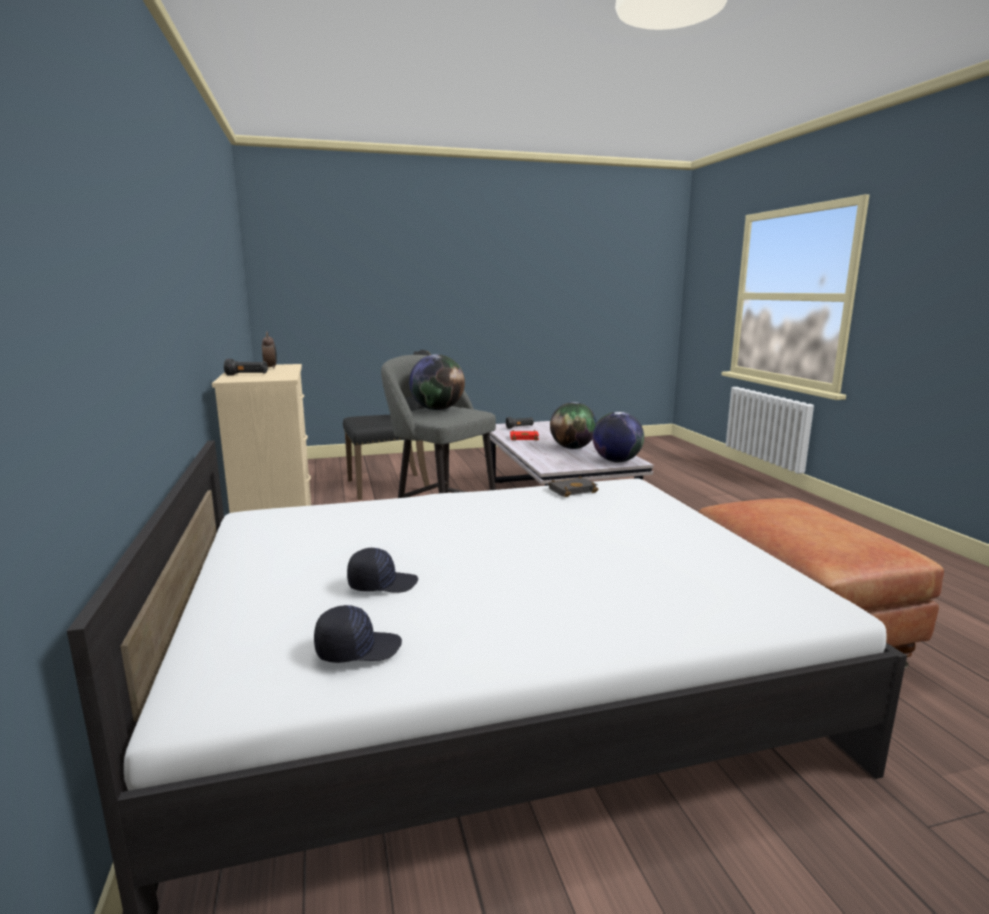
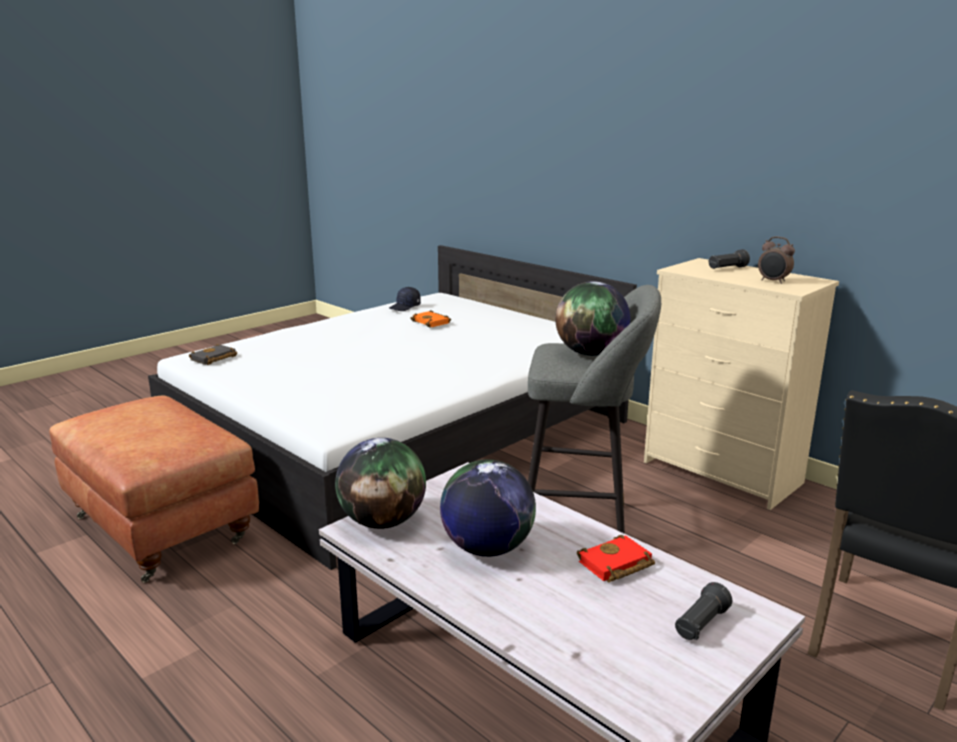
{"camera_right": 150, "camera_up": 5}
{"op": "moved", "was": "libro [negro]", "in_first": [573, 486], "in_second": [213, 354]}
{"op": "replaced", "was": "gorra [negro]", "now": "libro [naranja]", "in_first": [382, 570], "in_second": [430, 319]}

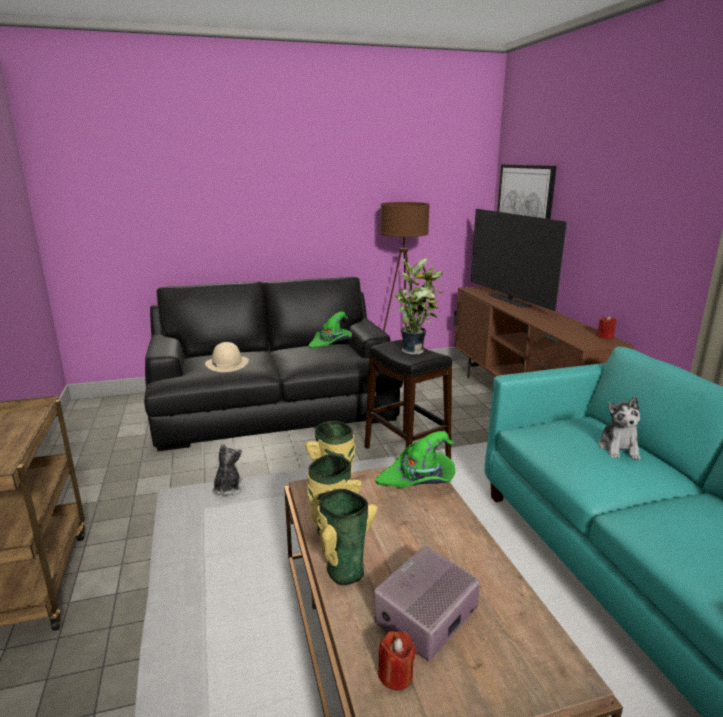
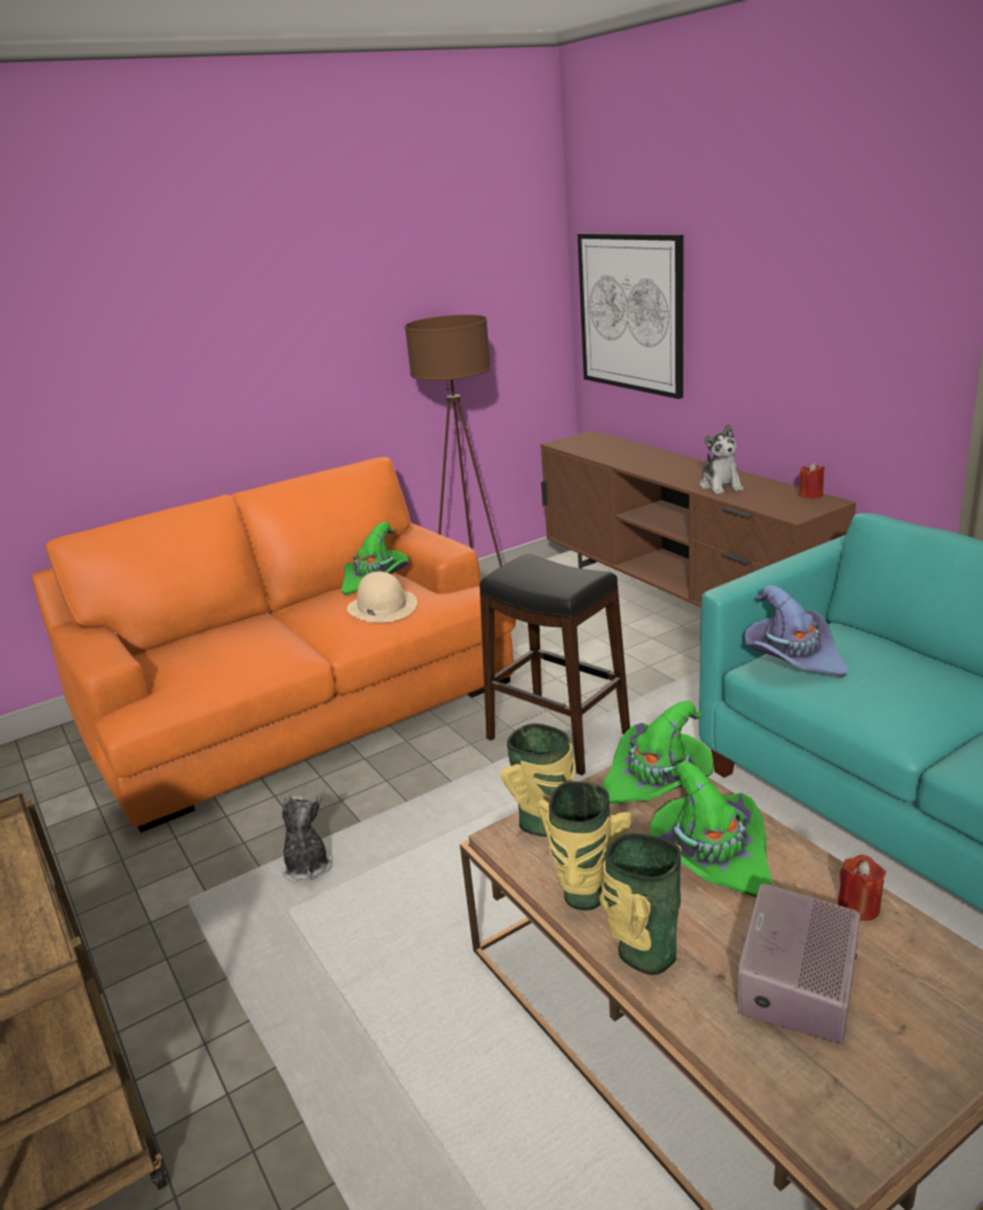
{"camera_right": -15, "camera_up": 5}
{"op": "recoloured", "was": "sofá [negro]", "now": "sofá [naranja]", "in_first": [273, 364], "in_second": [274, 645]}
{"op": "moved", "was": "sombrero [beis]", "in_first": [227, 357], "in_second": [382, 597]}
{"op": "added", "now": "sombrero [verde]", "in_second": [710, 829]}
{"op": "moved", "was": "peluche", "in_first": [619, 428], "in_second": [721, 459]}
{"op": "added", "now": "sombrero [morado]", "in_second": [796, 631]}
{"op": "moved", "was": "vela [rojo]", "in_first": [397, 660], "in_second": [862, 888]}
{"op": "removed", "was": "planta en maceta", "in_first": [418, 306]}
{"op": "removed", "was": "televisor", "in_first": [519, 260]}

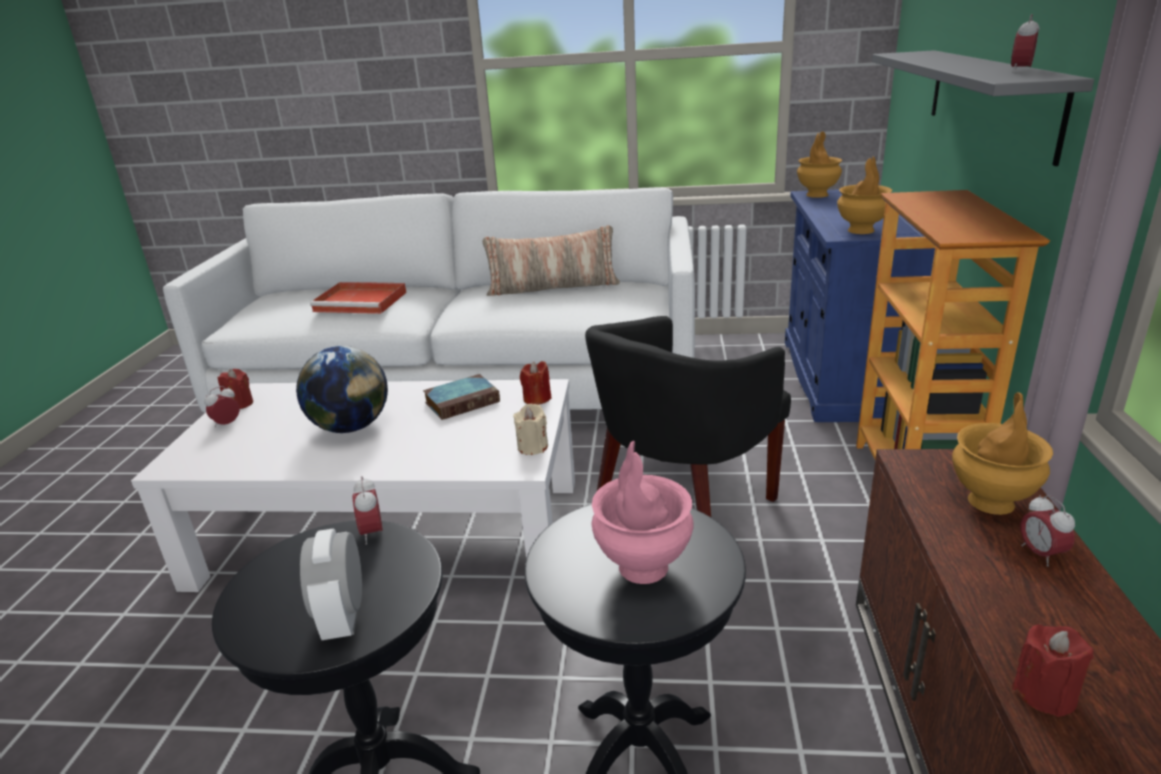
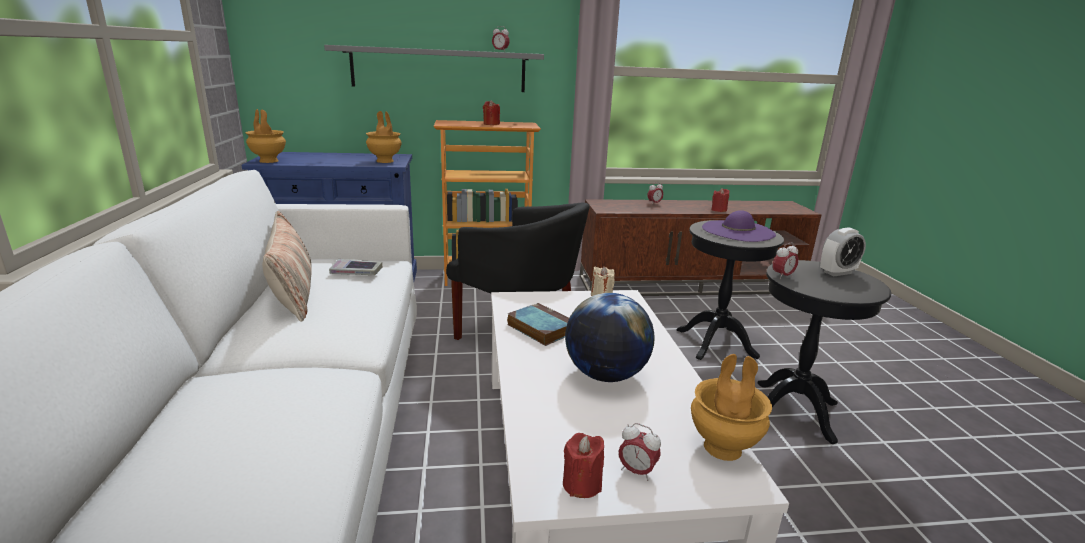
{"camera_right": -105, "camera_up": -5}
{"op": "added", "now": "libro", "in_second": [355, 267]}
{"op": "moved", "was": "vela [rojo]", "in_first": [536, 383], "in_second": [491, 112]}
{"op": "moved", "was": "florero [marrón]", "in_first": [1002, 453], "in_second": [731, 407]}
{"op": "replaced", "was": "florero [rosa]", "now": "sombrero [morado]", "in_first": [642, 512], "in_second": [739, 226]}
{"op": "removed", "was": "bandeja [rojo]", "in_first": [358, 298]}

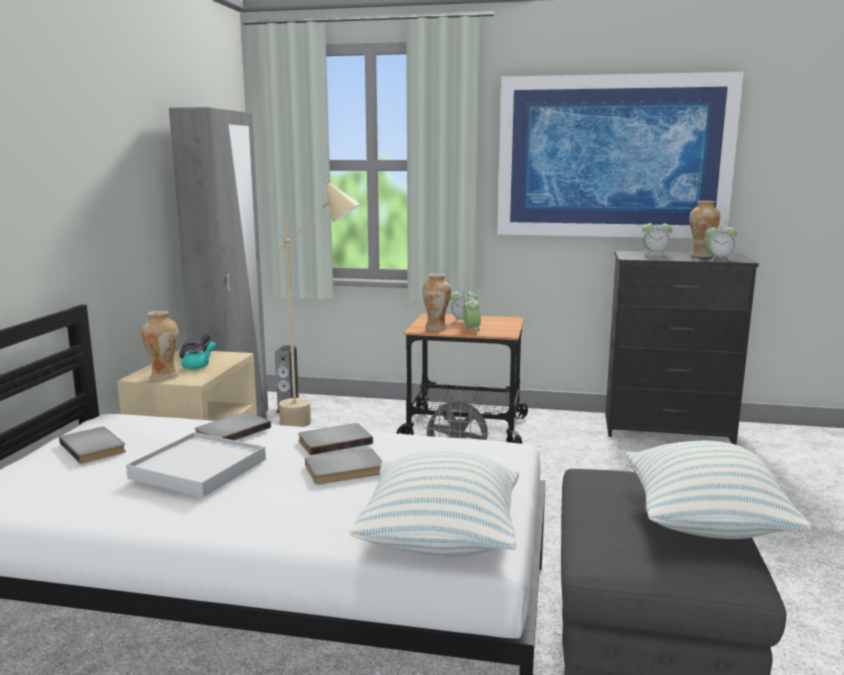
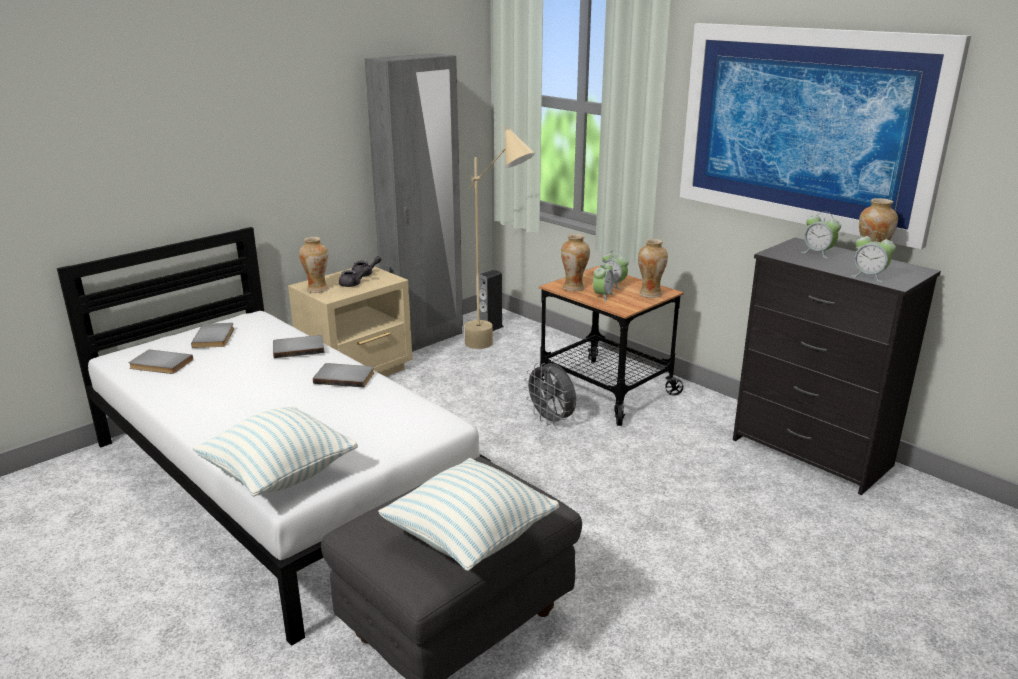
{"camera_right": 35, "camera_up": 10}
{"op": "moved", "was": "libro [gris]", "in_first": [344, 466], "in_second": [161, 362]}
{"op": "recoloured", "was": "tetera [turquesa]", "now": "tetera [gris]", "in_first": [198, 355], "in_second": [355, 276]}
{"op": "added", "now": "florero", "in_second": [653, 268]}
{"op": "removed", "was": "bandeja [blanco]", "in_first": [196, 464]}

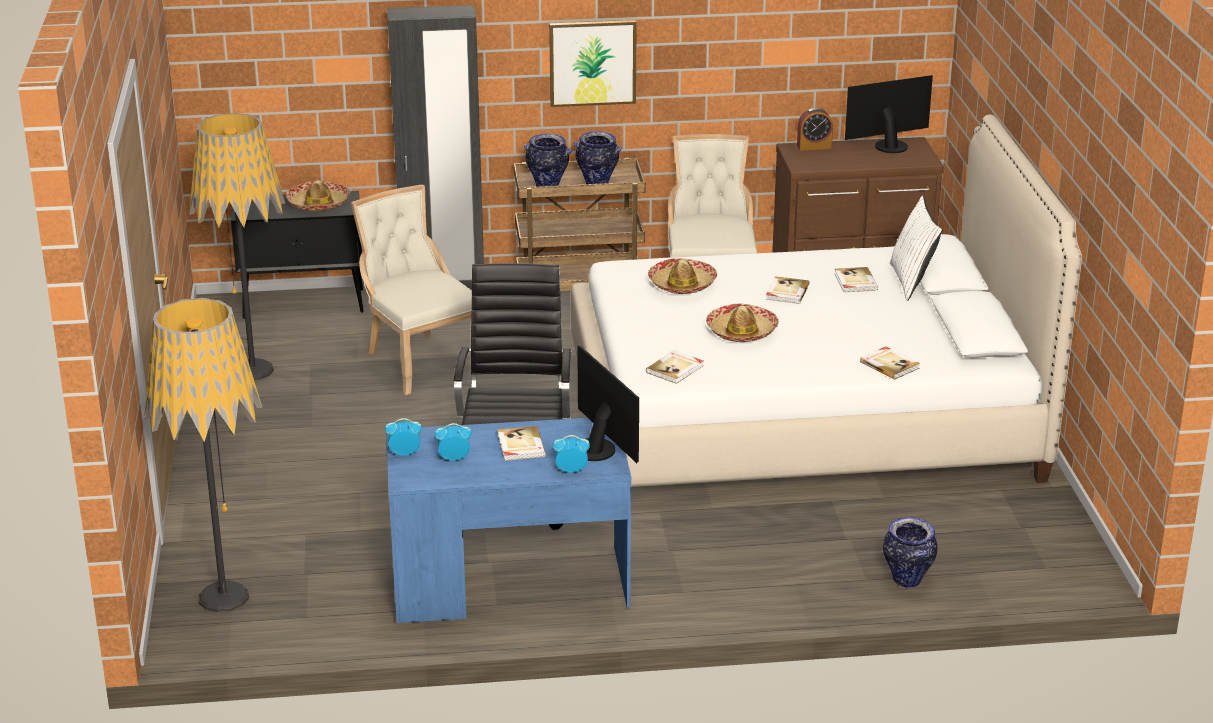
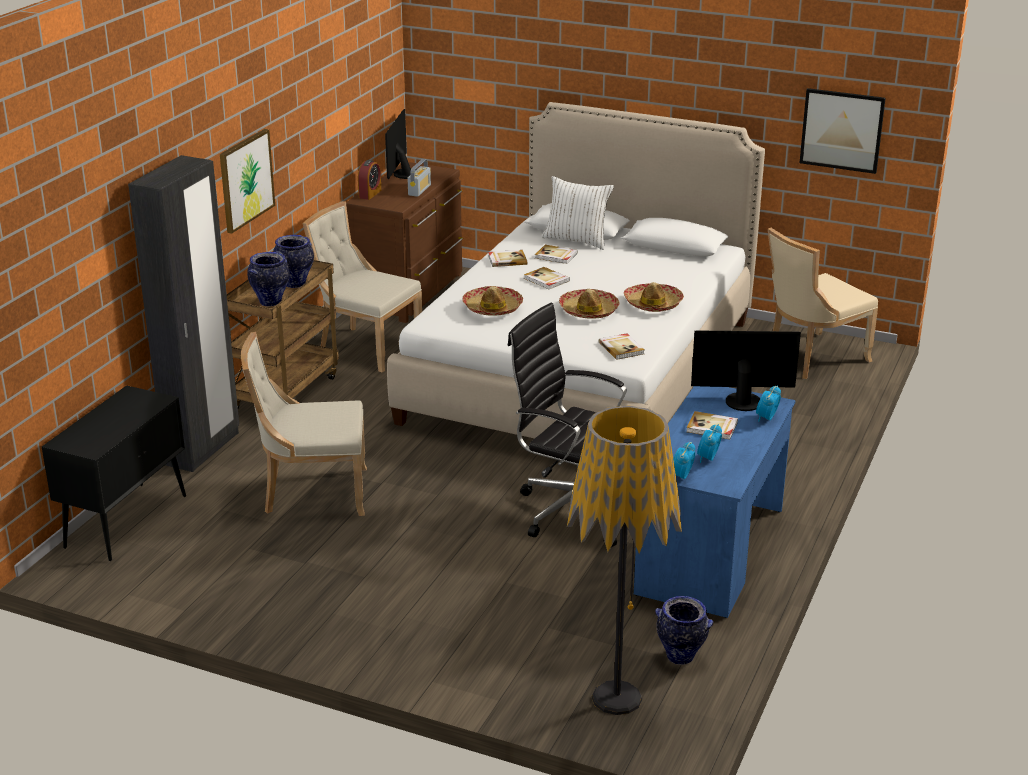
{"camera_right": -60, "camera_up": 0}
{"op": "added", "now": "radio", "in_second": [419, 178]}
{"op": "moved", "was": "libro", "in_first": [890, 363], "in_second": [507, 258]}
{"op": "moved", "was": "sombrero", "in_first": [318, 195], "in_second": [654, 297]}
{"op": "moved", "was": "florero", "in_first": [910, 552], "in_second": [684, 630]}
{"op": "added", "now": "silla [beis]", "in_second": [823, 303]}
{"op": "added", "now": "cuadro", "in_second": [843, 131]}
{"op": "removed", "was": "lámpara de pie", "in_first": [237, 246]}

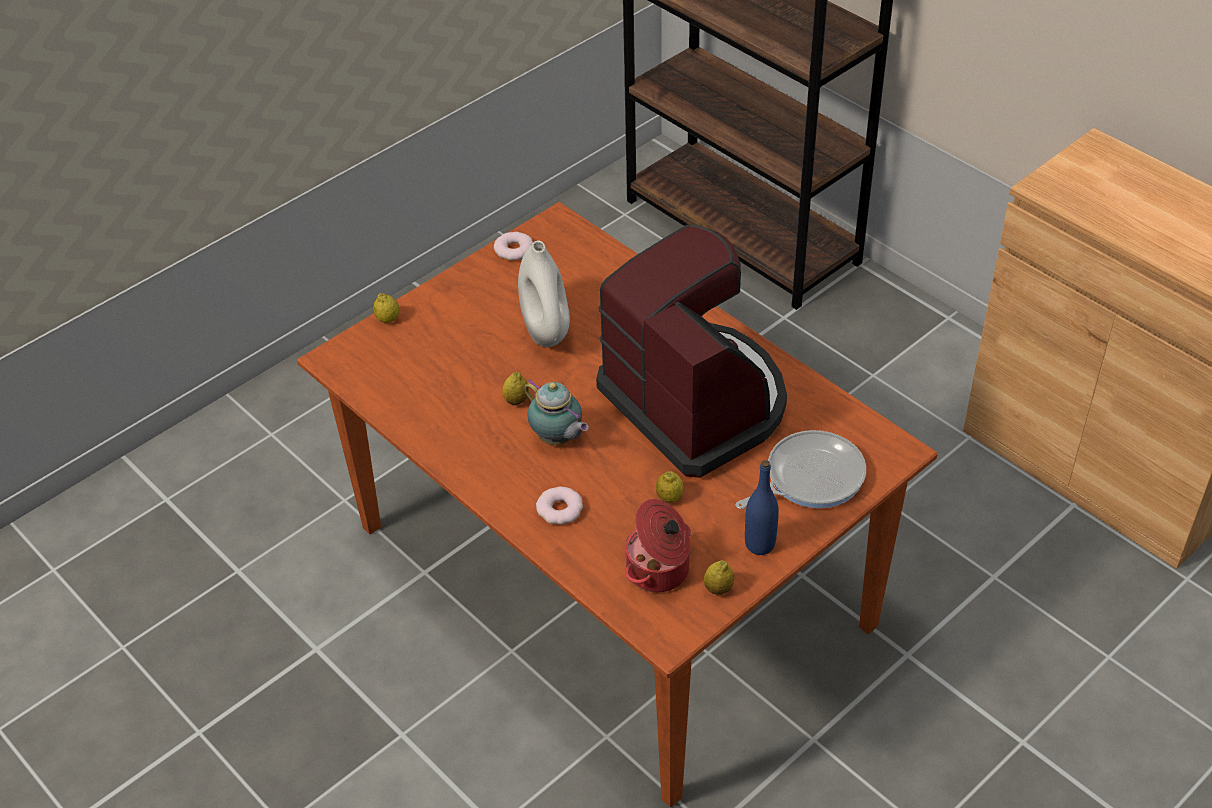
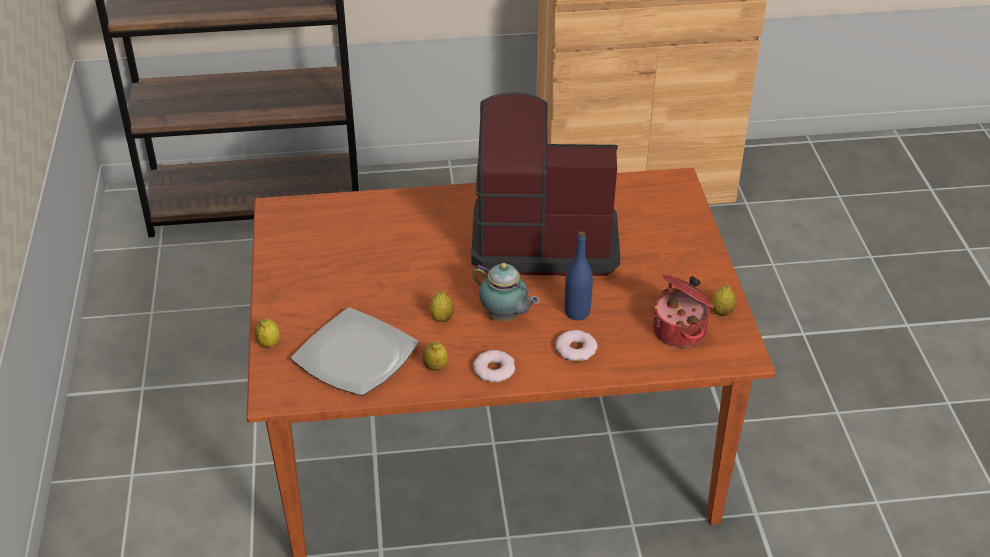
{"camera_right": -55, "camera_up": -5}
{"op": "added", "now": "plato", "in_second": [355, 351]}
{"op": "moved", "was": "limón", "in_first": [669, 487], "in_second": [435, 356]}
{"op": "turned", "was": "tetera", "in_first": [556, 412], "in_second": [505, 292], "clockwise": 45}
{"op": "moved", "was": "rosquilla", "in_first": [513, 246], "in_second": [494, 366]}
{"op": "moved", "was": "botella [azul]", "in_first": [762, 507], "in_second": [579, 275]}
{"op": "removed", "was": "florero [blanco]", "in_first": [544, 293]}
{"op": "removed", "was": "sartén", "in_first": [801, 469]}

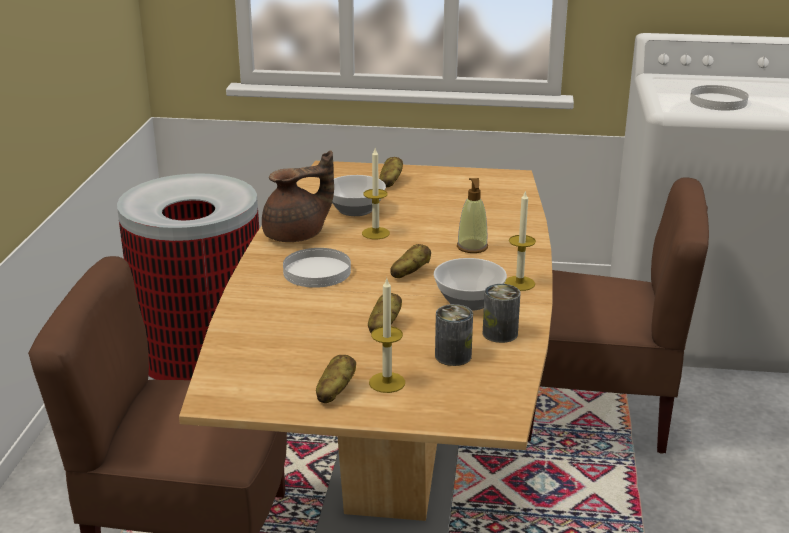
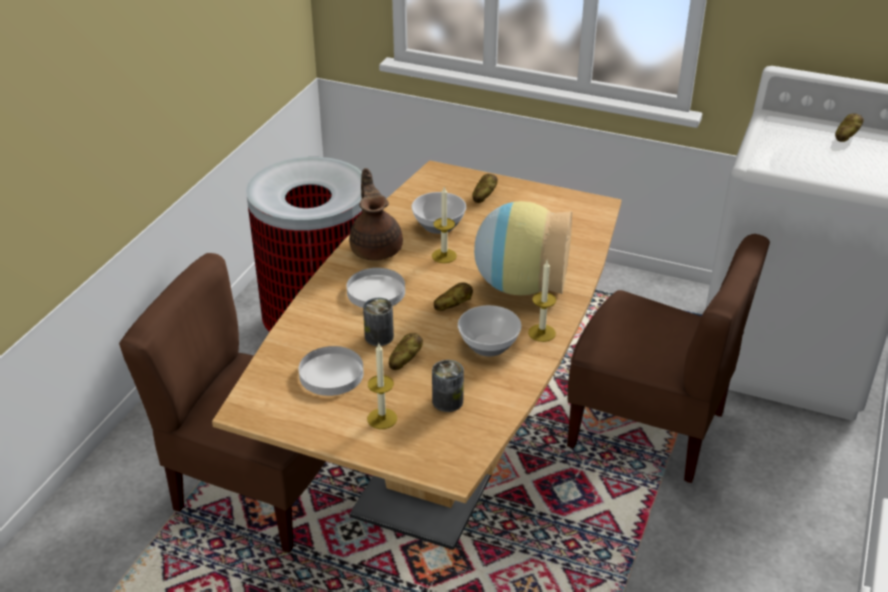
{"camera_right": 15, "camera_up": 10}
{"op": "moved", "was": "plato [blanco]", "in_first": [719, 97], "in_second": [331, 371]}
{"op": "turned", "was": "tetera [marrón]", "in_first": [298, 196], "in_second": [376, 214], "clockwise": -90}
{"op": "moved", "was": "lata", "in_first": [501, 313], "in_second": [378, 322]}
{"op": "replaced", "was": "dispensador de jabón", "now": "florero", "in_first": [472, 215], "in_second": [523, 248]}
{"op": "moved", "was": "patata", "in_first": [336, 379], "in_second": [849, 127]}

